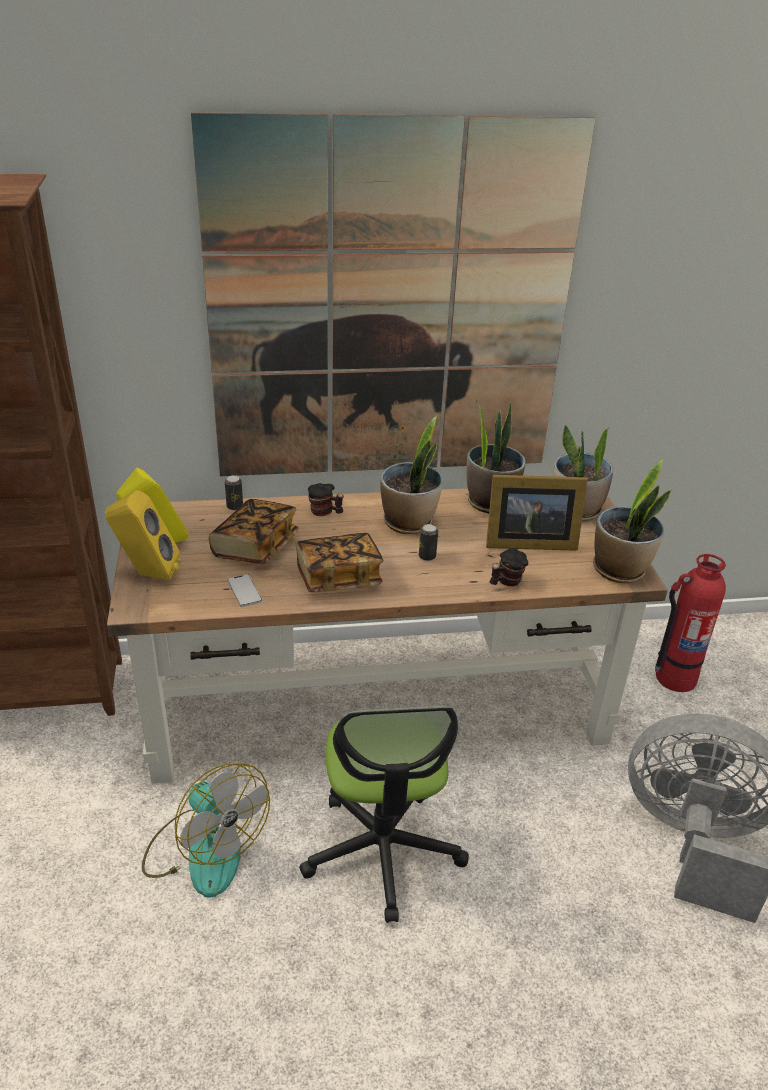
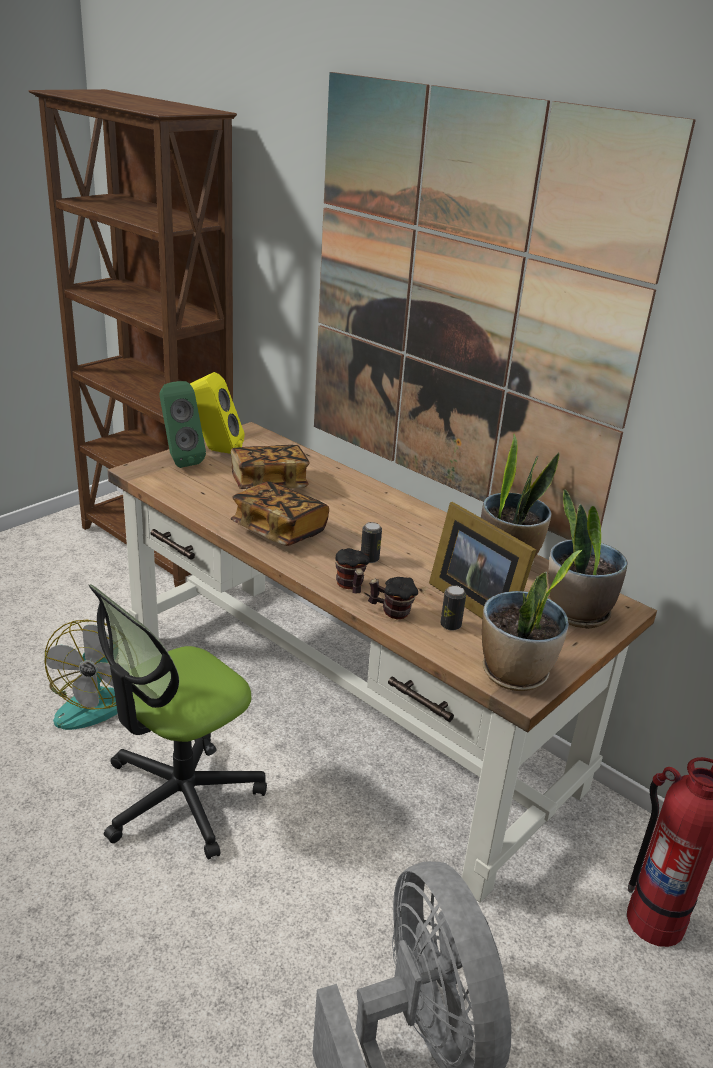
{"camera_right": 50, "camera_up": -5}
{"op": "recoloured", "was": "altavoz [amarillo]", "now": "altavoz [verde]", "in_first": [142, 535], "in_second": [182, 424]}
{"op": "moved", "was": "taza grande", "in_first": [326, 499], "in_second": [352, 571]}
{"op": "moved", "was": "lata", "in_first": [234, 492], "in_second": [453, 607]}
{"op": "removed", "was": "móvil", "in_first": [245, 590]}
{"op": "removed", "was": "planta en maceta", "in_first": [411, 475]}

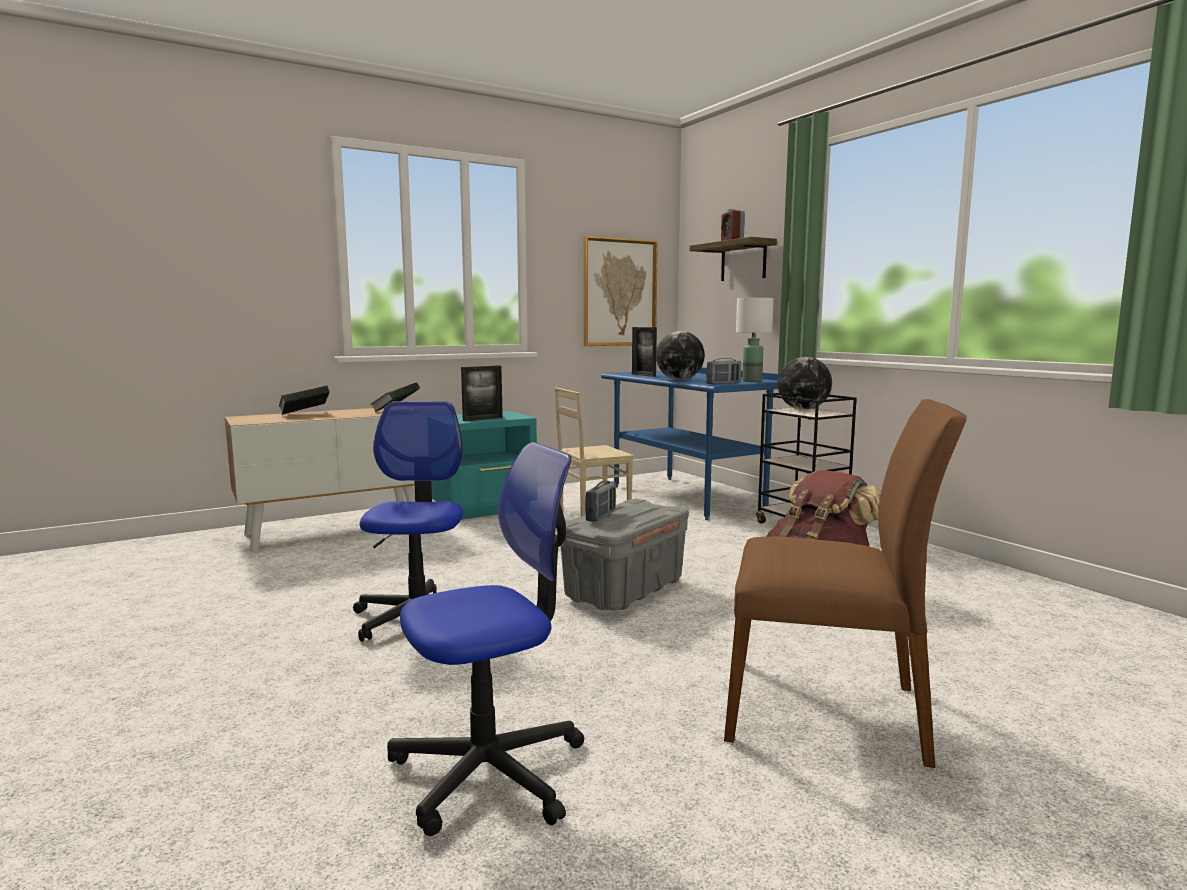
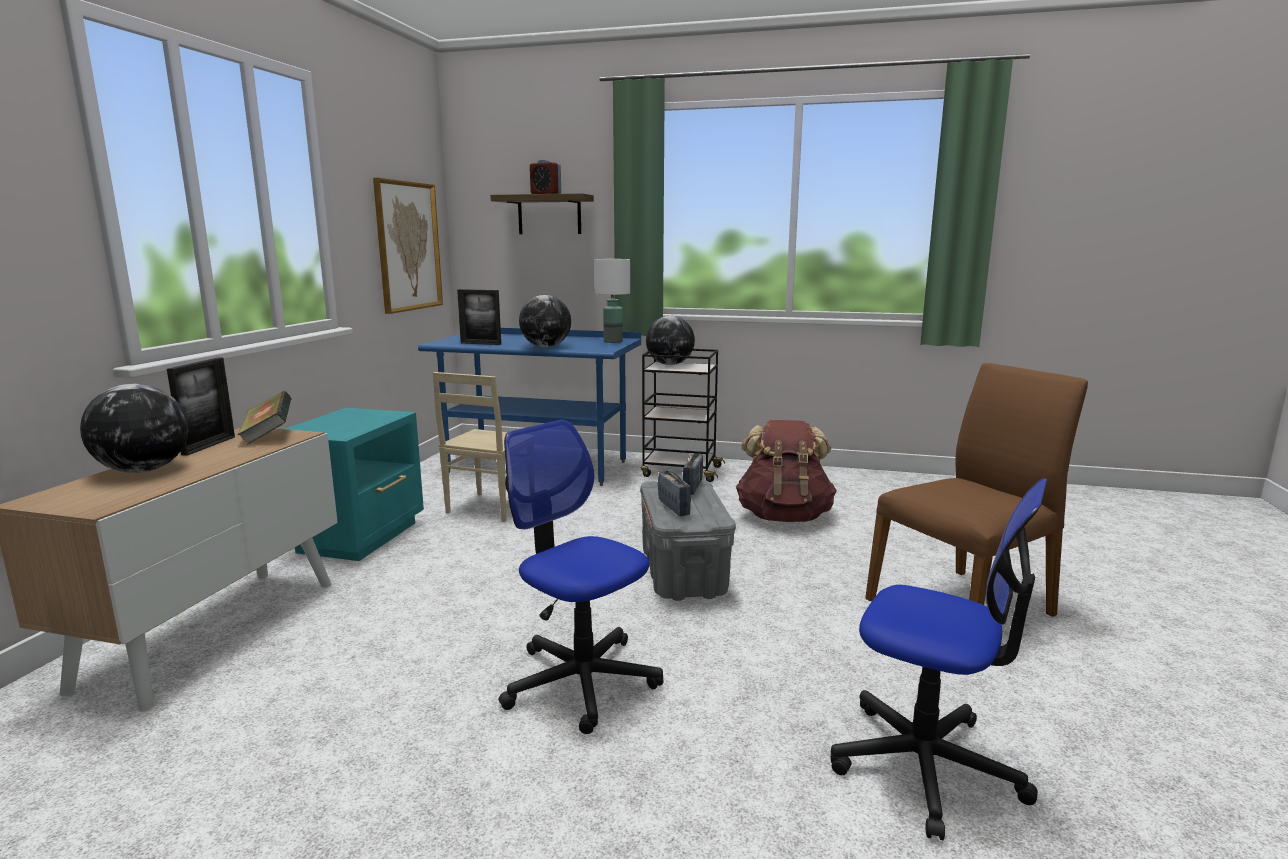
{"camera_right": -45, "camera_up": 5}
{"op": "replaced", "was": "libro", "now": "globo terráqueo", "in_first": [304, 400], "in_second": [134, 428]}
{"op": "moved", "was": "portarretratos", "in_first": [482, 393], "in_second": [201, 407]}
{"op": "moved", "was": "radio", "in_first": [723, 371], "in_second": [692, 474]}
{"op": "turned", "was": "silla de oficina", "in_first": [485, 639], "in_second": [939, 659], "clockwise": 105}

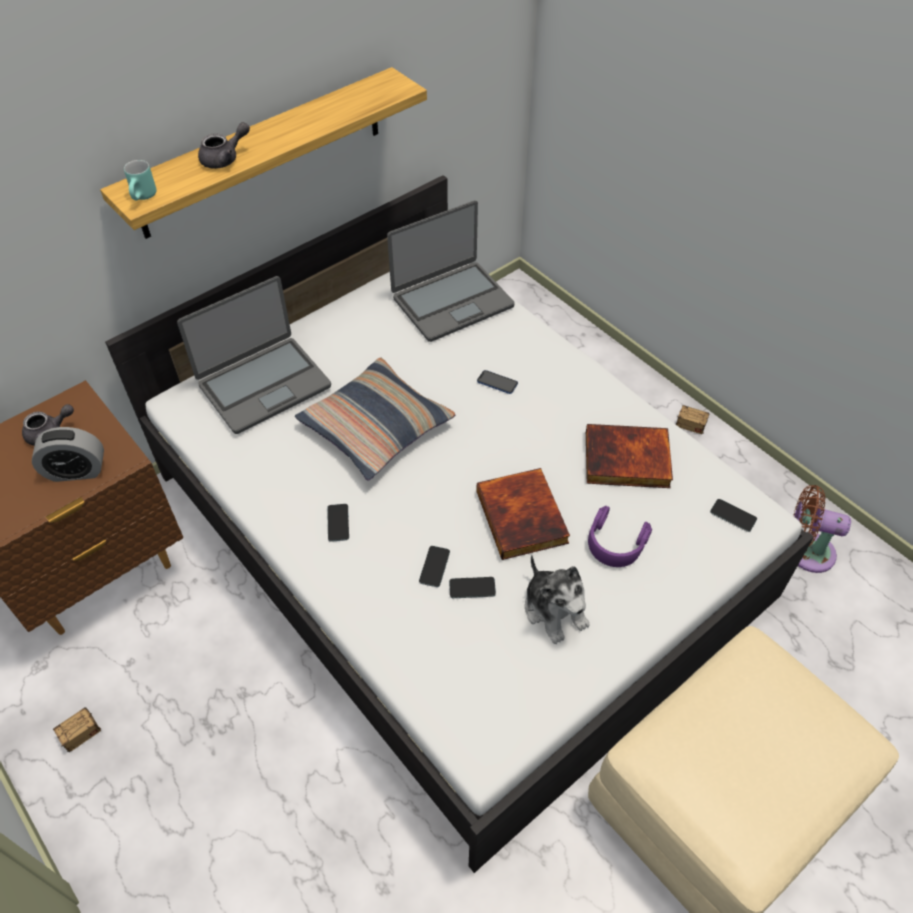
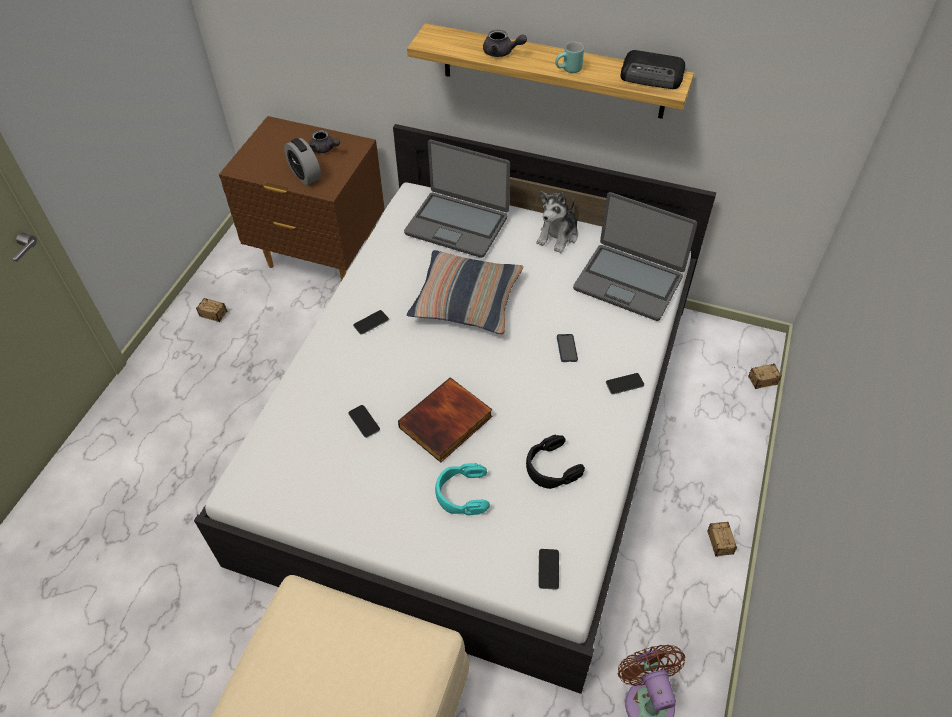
{"camera_right": 60, "camera_up": 0}
{"op": "recoloured", "was": "auriculares [morado]", "now": "auriculares [turquesa]", "in_first": [620, 536], "in_second": [462, 489]}
{"op": "replaced", "was": "libro", "now": "auriculares [negro]", "in_first": [629, 456], "in_second": [555, 462]}
{"op": "moved", "was": "peluche", "in_first": [557, 599], "in_second": [557, 222]}
{"op": "moved", "was": "taza grande [turquesa]", "in_first": [140, 180], "in_second": [569, 57]}
{"op": "moved", "was": "móvil", "in_first": [434, 566], "in_second": [625, 383]}
{"op": "added", "now": "radio", "in_second": [652, 69]}
{"op": "added", "now": "caja de almacenaje", "in_second": [758, 376]}

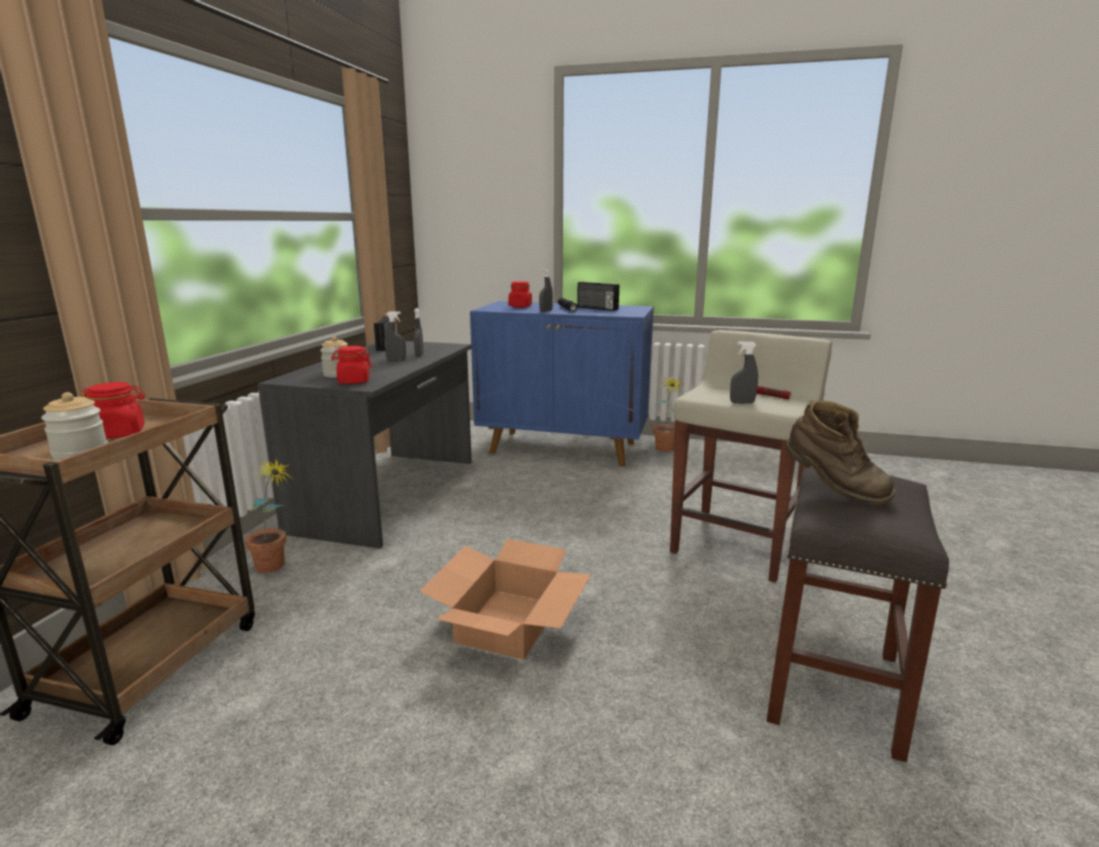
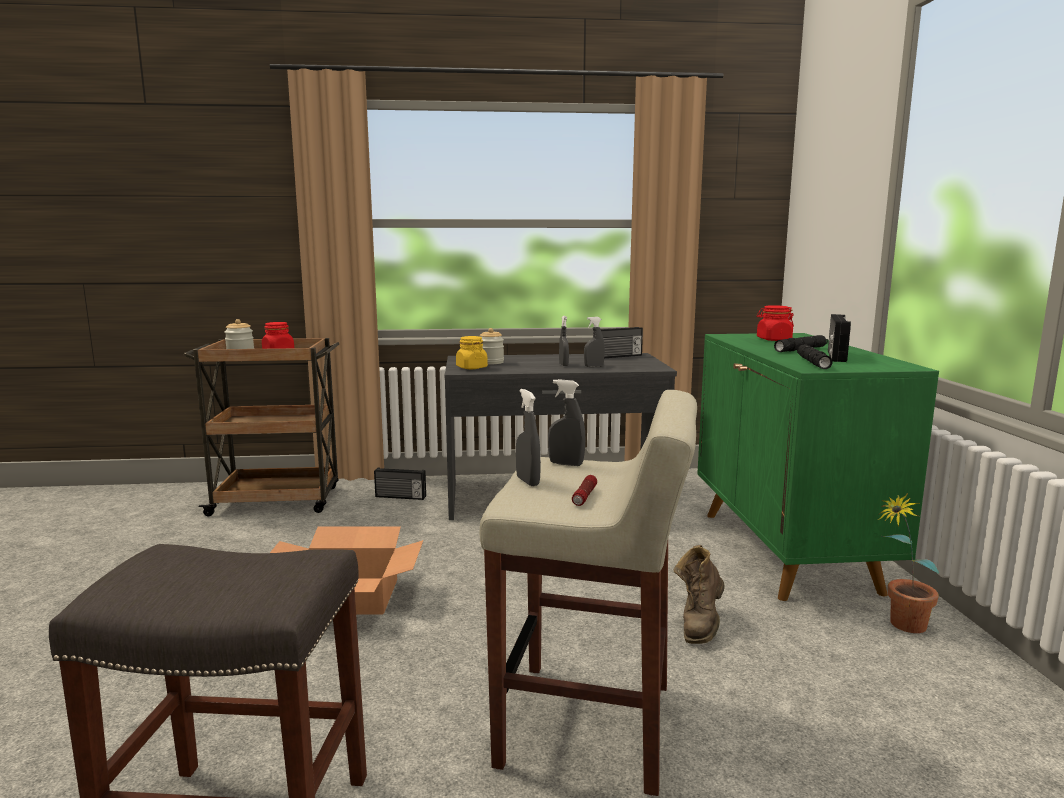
{"camera_right": 70, "camera_up": -5}
{"op": "replaced", "was": "planta en maceta", "now": "radio", "in_first": [269, 516], "in_second": [400, 484]}
{"op": "recoloured", "was": "tarro [rojo]", "now": "tarro [amarillo]", "in_first": [352, 365], "in_second": [472, 352]}
{"op": "moved", "was": "pulverizador [gris]", "in_first": [546, 290], "in_second": [566, 422]}
{"op": "moved", "was": "bota [marrón]", "in_first": [840, 452], "in_second": [699, 594]}
{"op": "recoloured", "was": "armario [azul]", "now": "armario [verde]", "in_first": [562, 383], "in_second": [818, 467]}
{"op": "added", "now": "linterna [negro]", "in_second": [814, 356]}

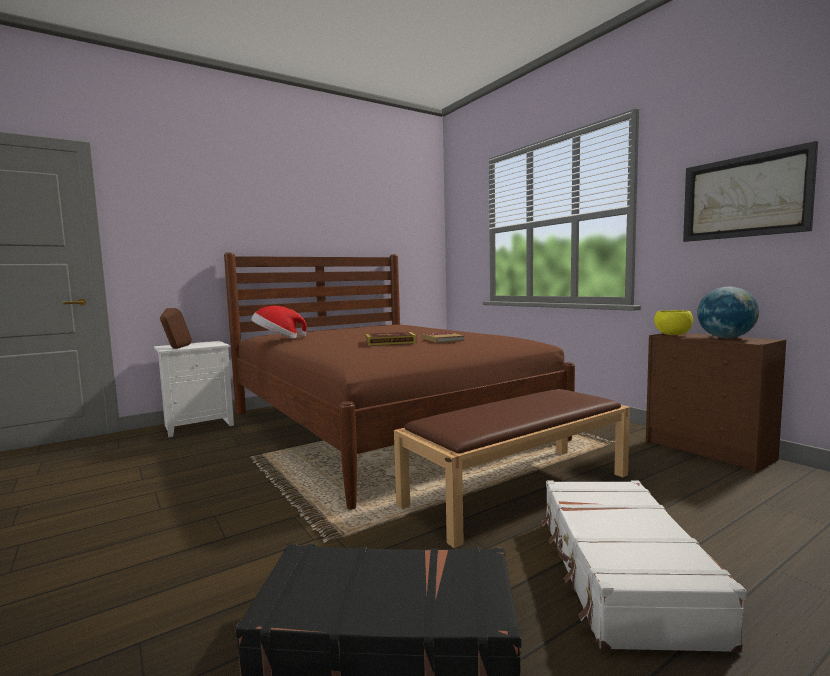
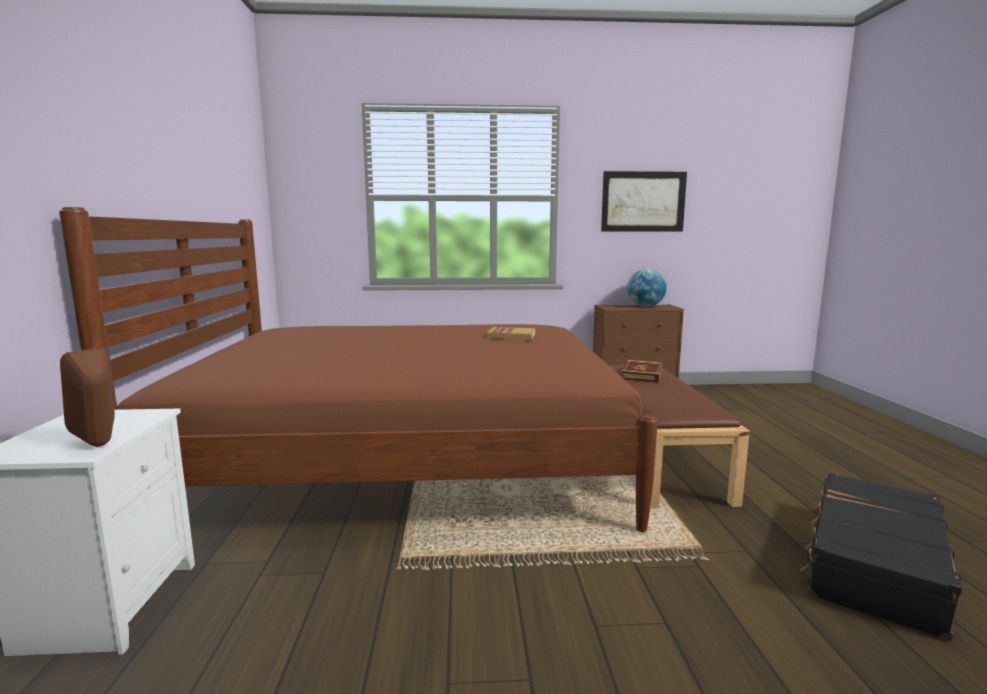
{"camera_right": -60, "camera_up": 5}
{"op": "moved", "was": "libro", "in_first": [390, 339], "in_second": [642, 371]}
{"op": "removed", "was": "sombrero", "in_first": [279, 322]}
{"op": "removed", "was": "maleta [blanco]", "in_first": [644, 566]}
{"op": "removed", "was": "cuenco [amarillo]", "in_first": [673, 322]}

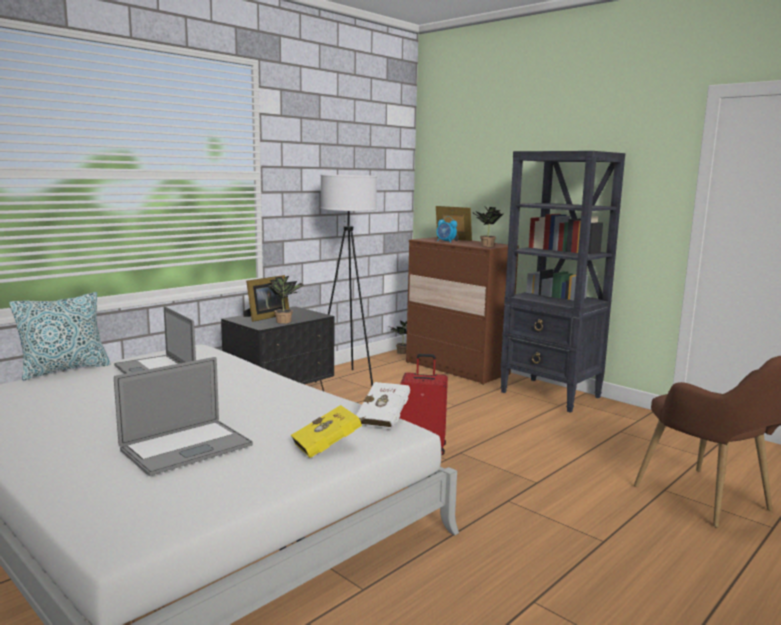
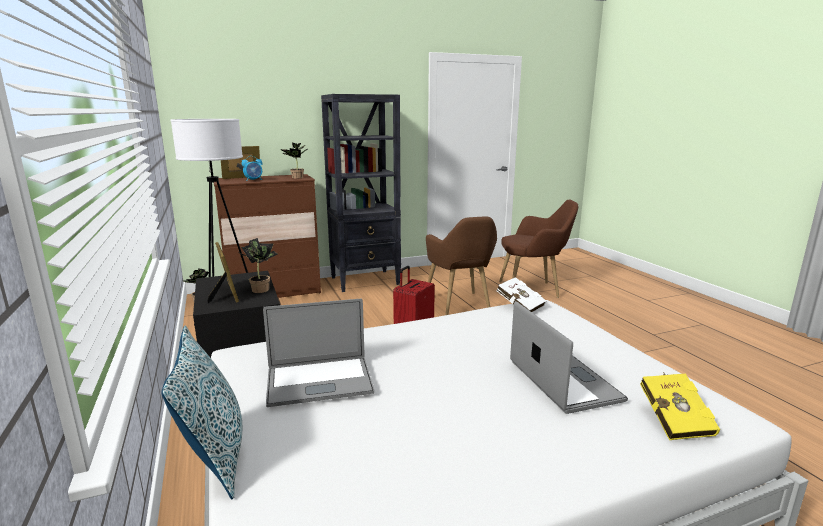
{"camera_right": -65, "camera_up": 5}
{"op": "added", "now": "sillón [marrón]", "in_second": [461, 265]}
{"op": "moved", "was": "libro [amarillo]", "in_first": [328, 431], "in_second": [680, 406]}

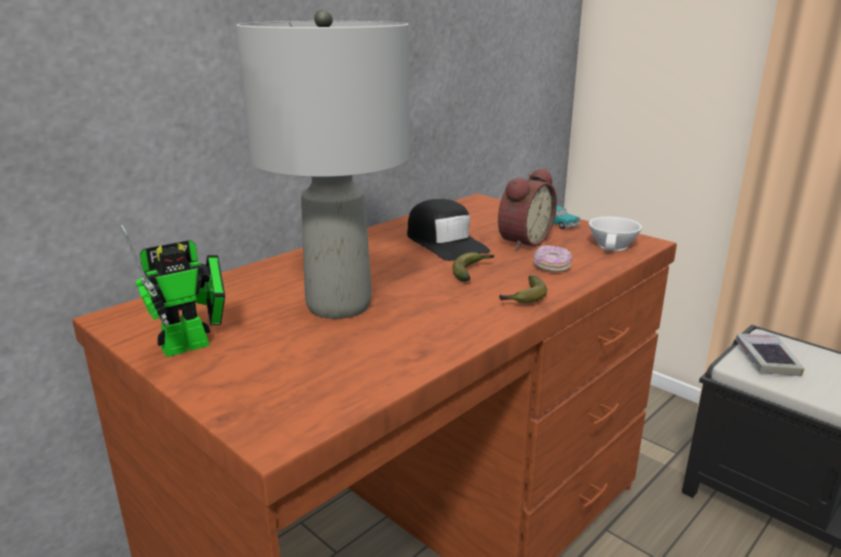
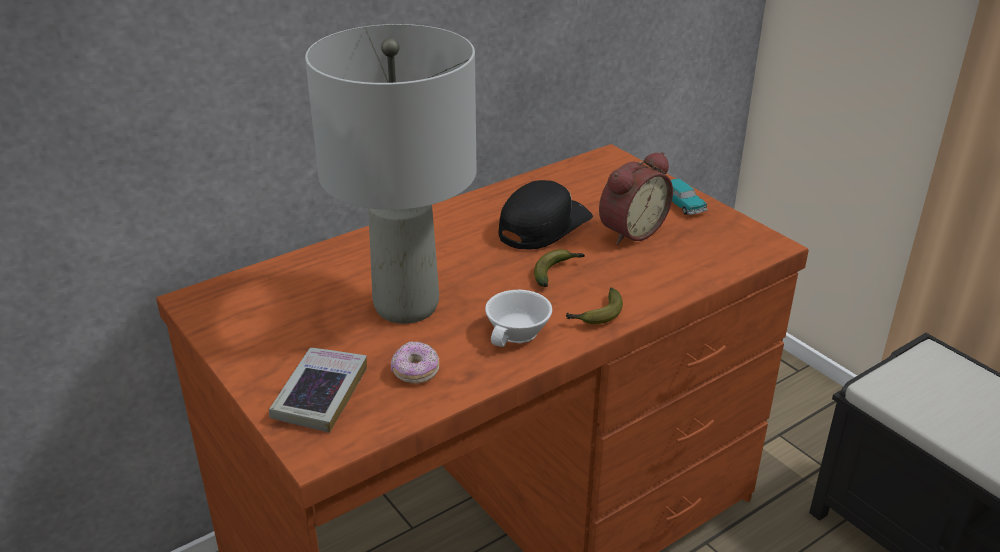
{"camera_right": 10, "camera_up": 10}
{"op": "moved", "was": "libro", "in_first": [770, 355], "in_second": [318, 390]}
{"op": "moved", "was": "rosquilla", "in_first": [552, 258], "in_second": [415, 362]}
{"op": "moved", "was": "taza [blanco]", "in_first": [615, 234], "in_second": [518, 318]}
{"op": "turned", "was": "gorra [negro]", "in_first": [448, 230], "in_second": [545, 215], "clockwise": -120}
{"op": "removed", "was": "robot de juguete", "in_first": [173, 291]}

